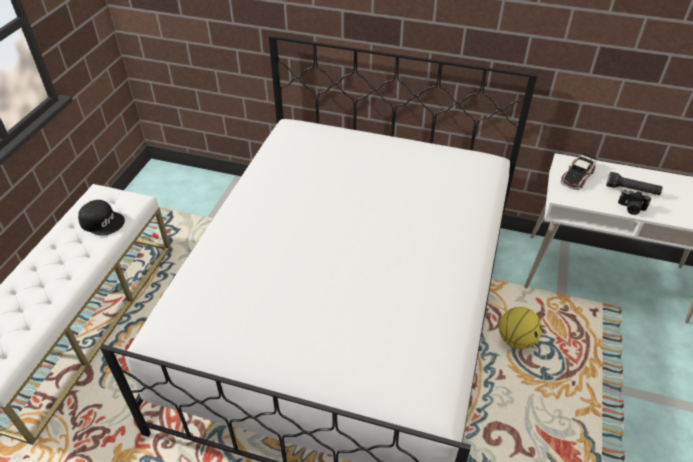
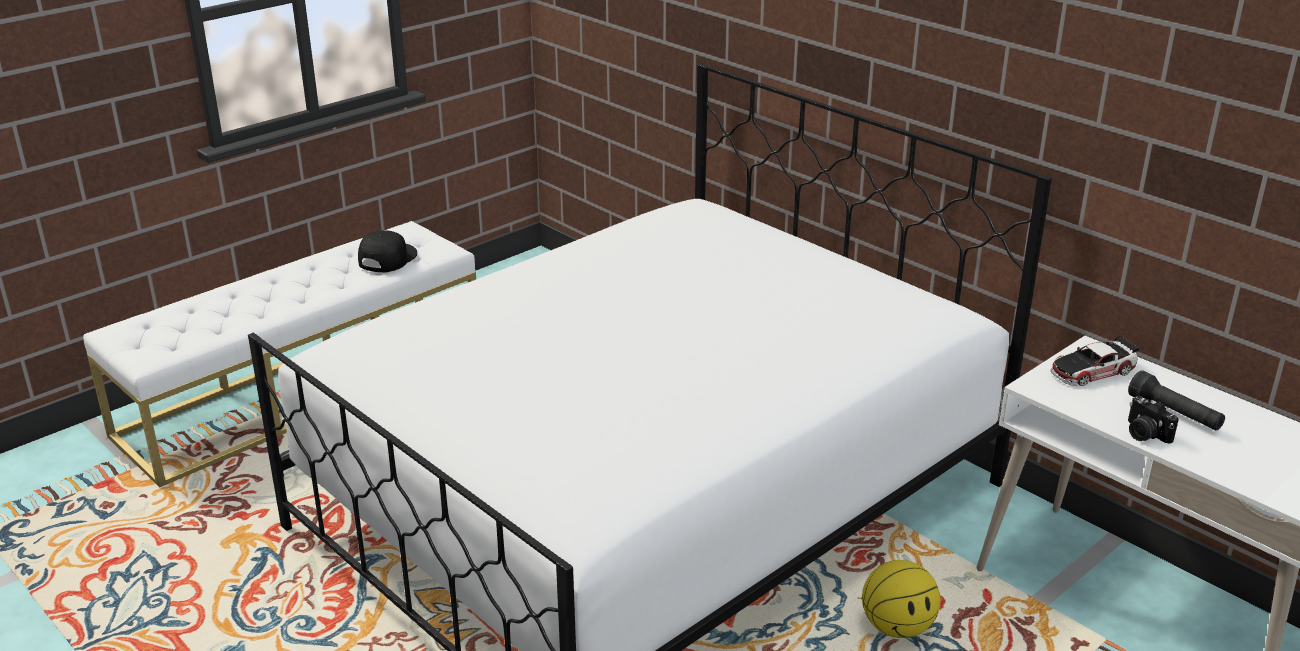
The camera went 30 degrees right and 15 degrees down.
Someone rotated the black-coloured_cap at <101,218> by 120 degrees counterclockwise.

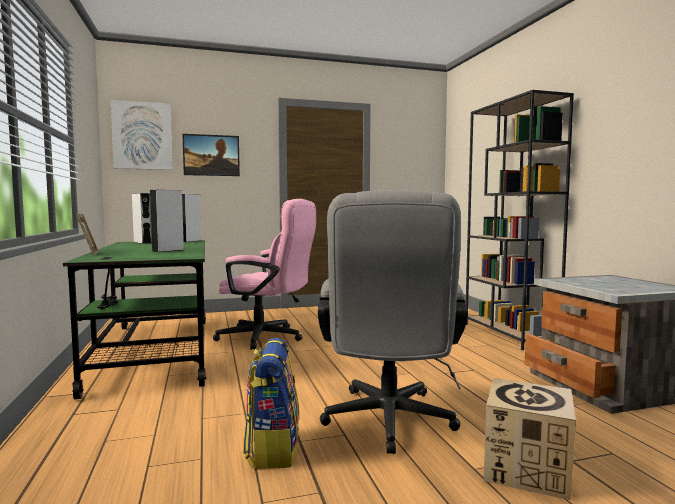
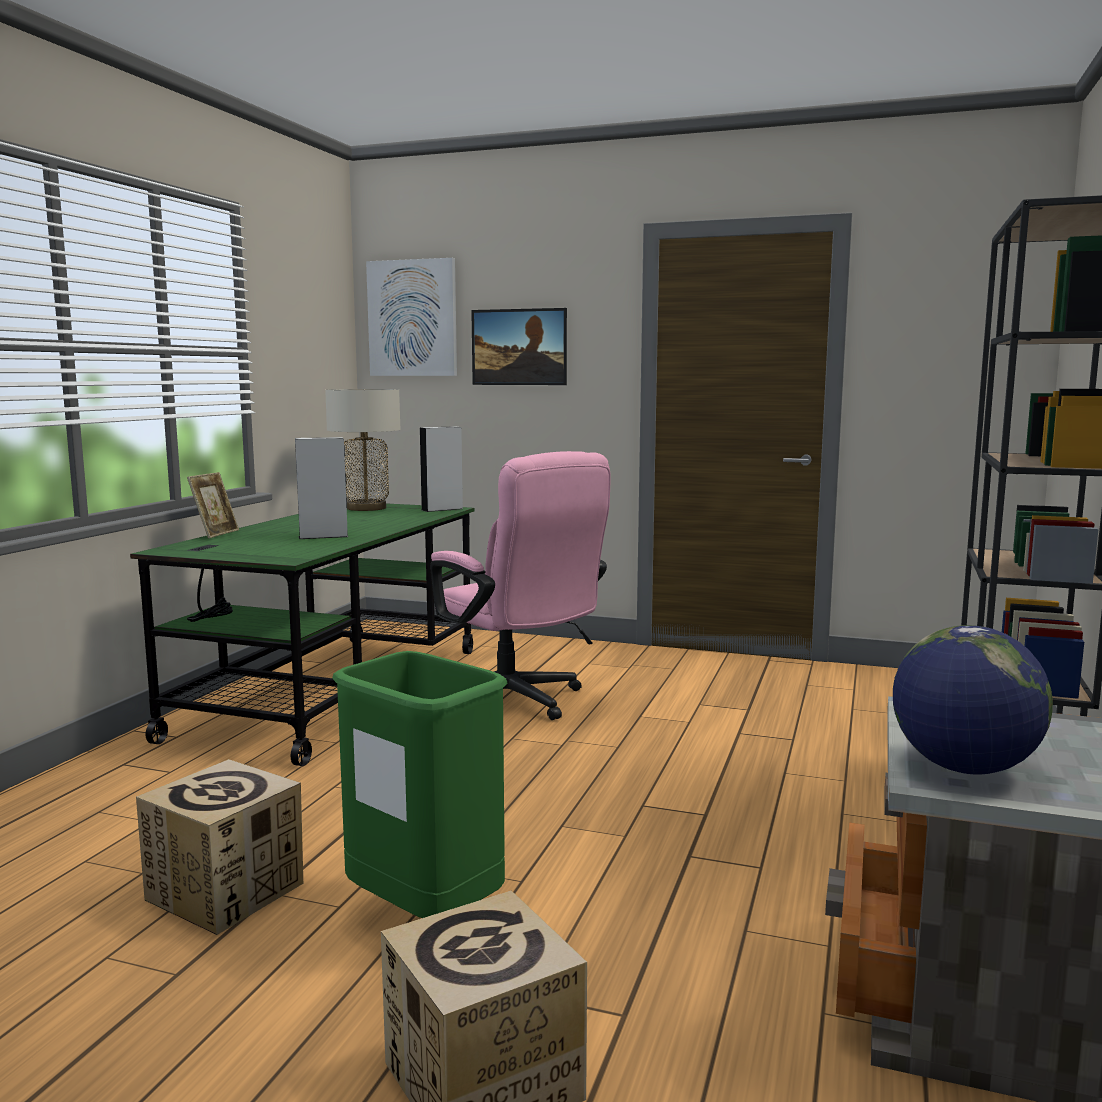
The camera went 35 degrees right and 5 degrees up.
Someone swapped the gray_audio_speaker at <142,218> for the tabletop_lamp at <363,450>.
Someone swapped the rucksack at <271,403> for the cardboard_box at <219,847>.
Someone swapped the gray_office_chair at <393,322> for the green-coloured_trash_can at <420,784>.
Someone put down the world_globe at <973,699>.

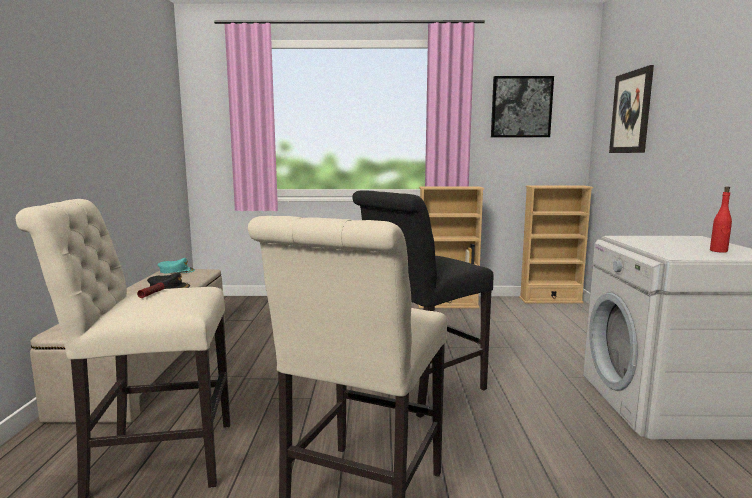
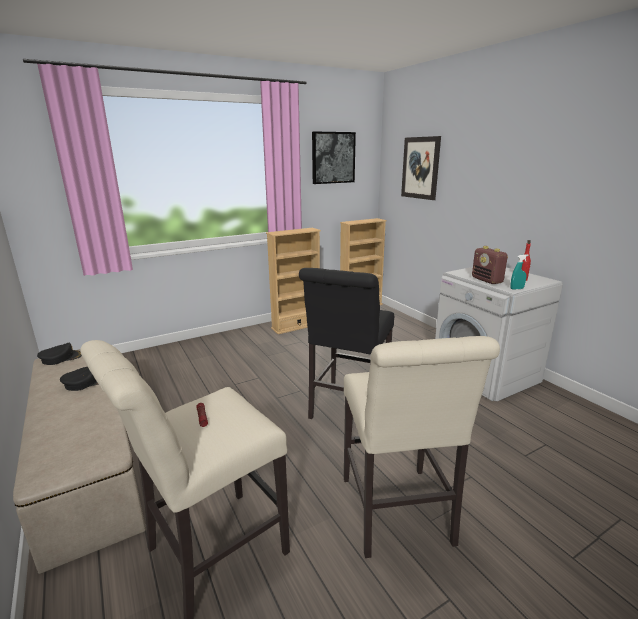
The camera went 30 degrees left and 10 degrees up.
Someone repainted the turquoise-coloured_cap at <176,265>, which became the black-coloured_cap at <59,354>.
Someone put down the radio_receiver at <490,265>.
Someone put down the turquoise-coloured_spray_bottle at <519,272>.

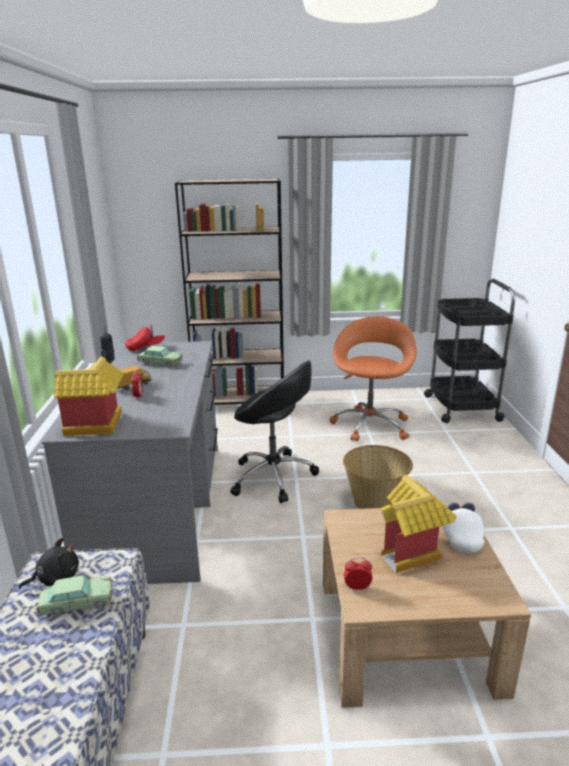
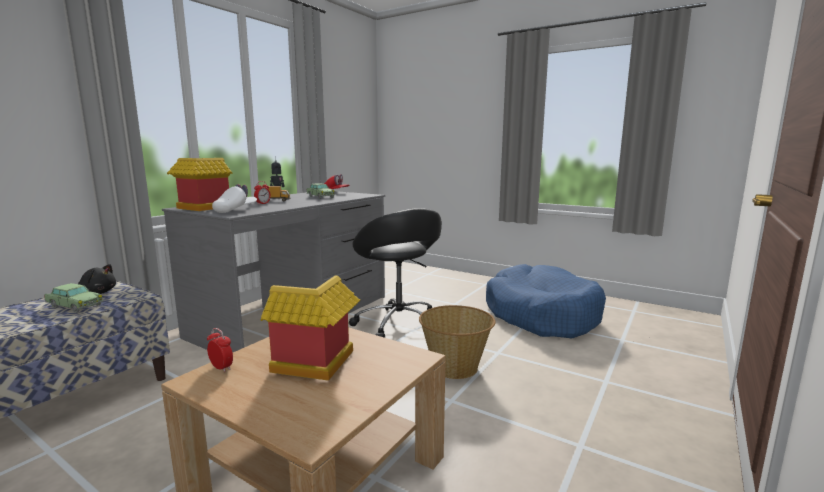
The camera went 35 degrees right and 10 degrees down.
Someone took away the sand-coloured_bookcase at <229,292>.
Someone swapped the orangey_office_chair at <373,378> for the bluish_pet_bed at <546,301>.
Someone took away the black-coloured_trolley at <469,351>.
Someone carried the white-coloured_cap from <463,528> to <234,198>.

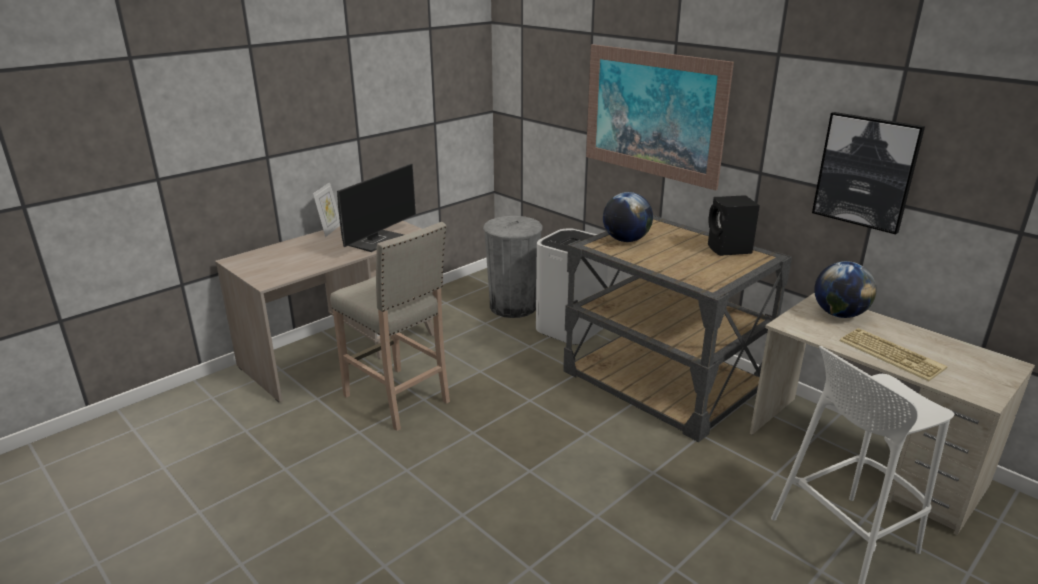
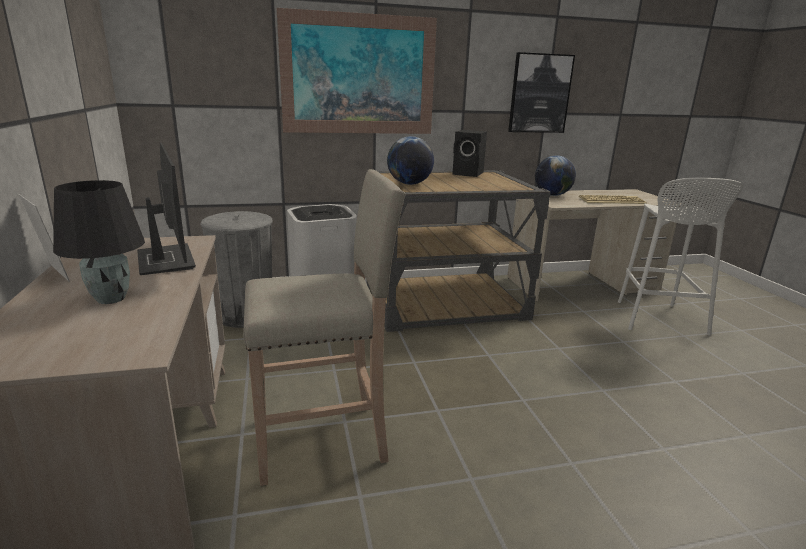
The camera went 60 degrees left and 5 degrees down.
Someone put down the black-coloured_tabletop_lamp at <99,242>.

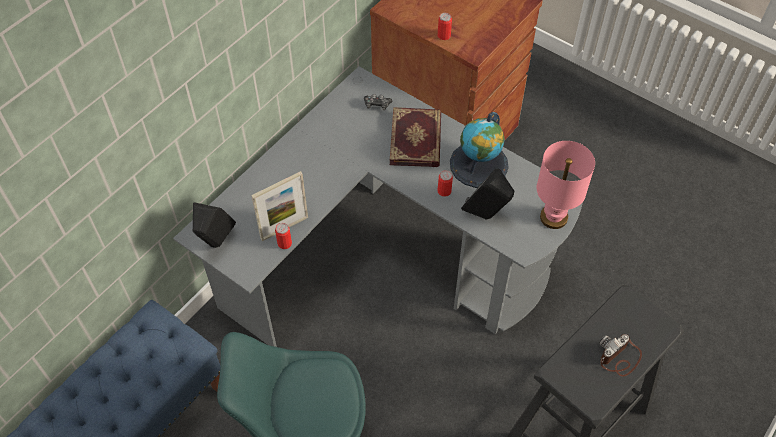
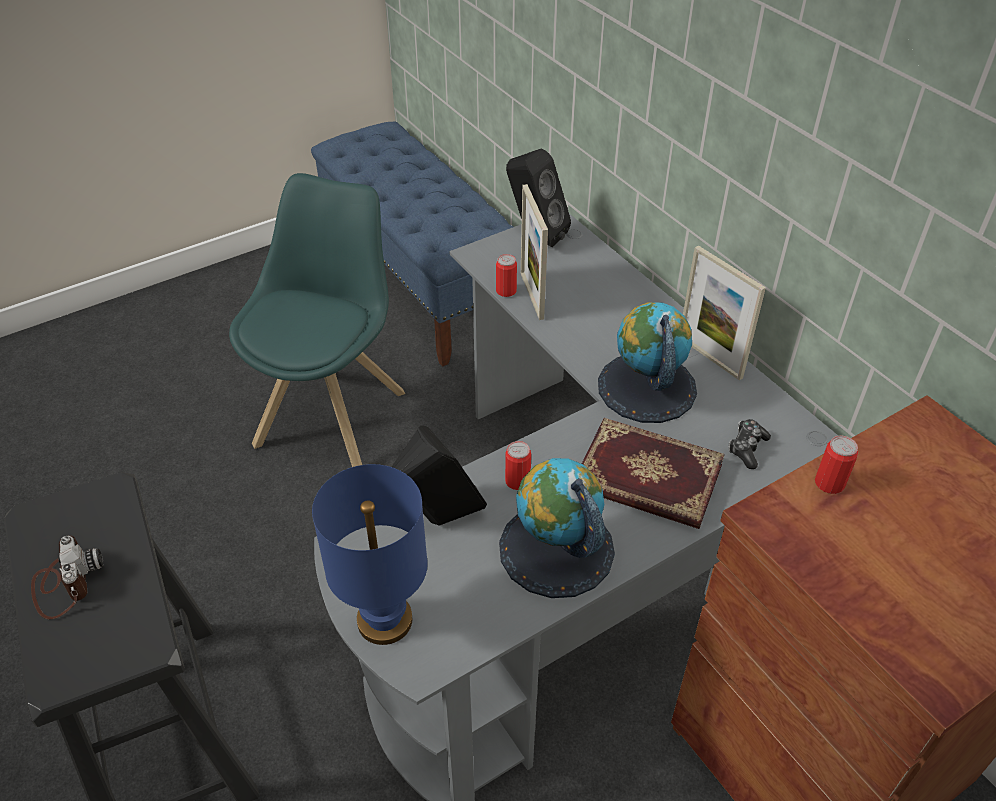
The camera went 110 degrees right and 10 degrees down.
Someone repainted the pinkish_tabletop_lamp at <566,185>, which became the bluish_tabletop_lamp at <370,554>.
Someone put down the world_globe at <647,362>.
Someone put down the picture_frame at <724,313>.

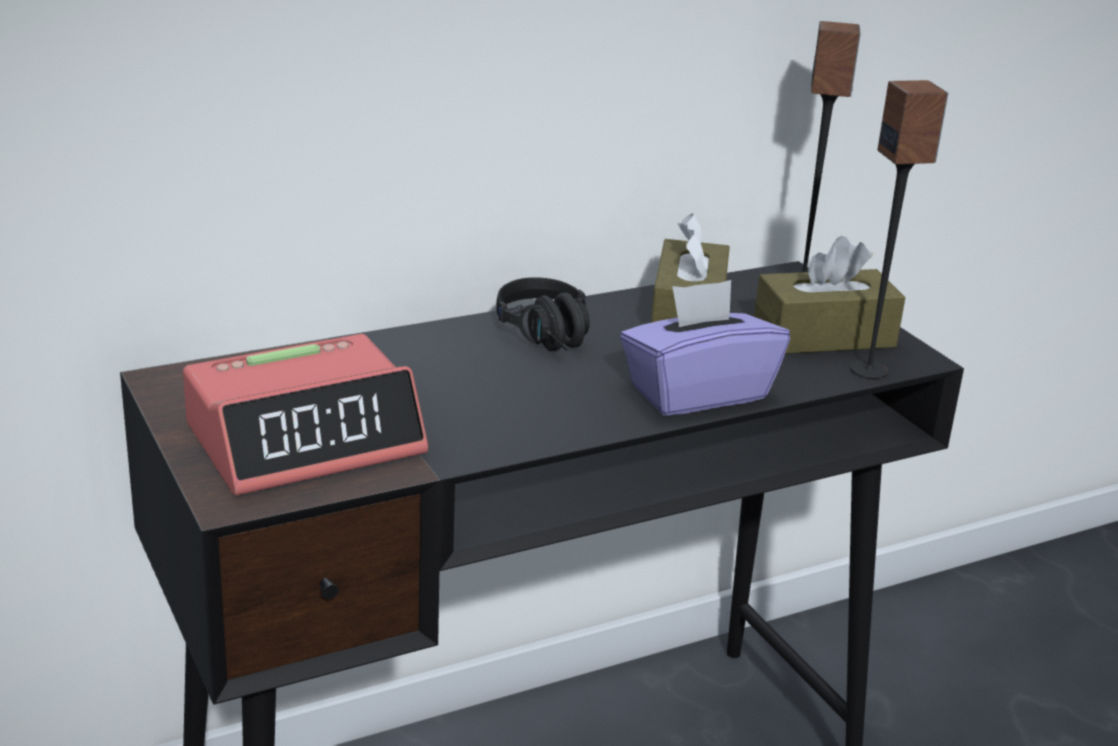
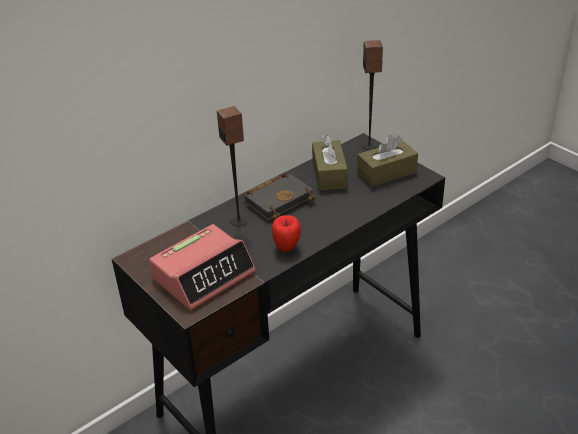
The camera went 10 degrees left and 10 degrees up.
Someone swapped the black-coloured_headset at <543,314> for the black-coloured_bound_book at <279,197>.
Someone took away the purple-coloured_tissue_holder at <705,348>.
Someone carried the audio_speaker from <899,229> to <232,166>.
Someone put down the whole_apple at <286,233>.

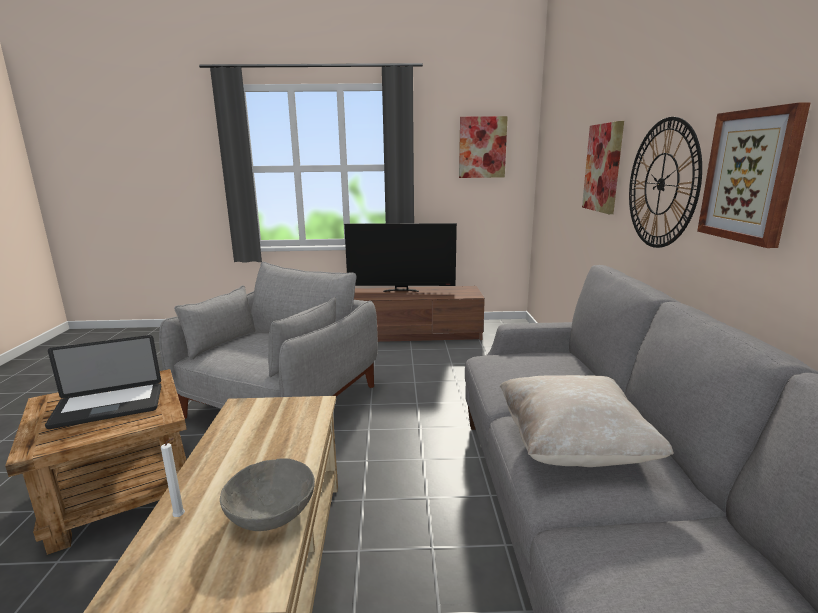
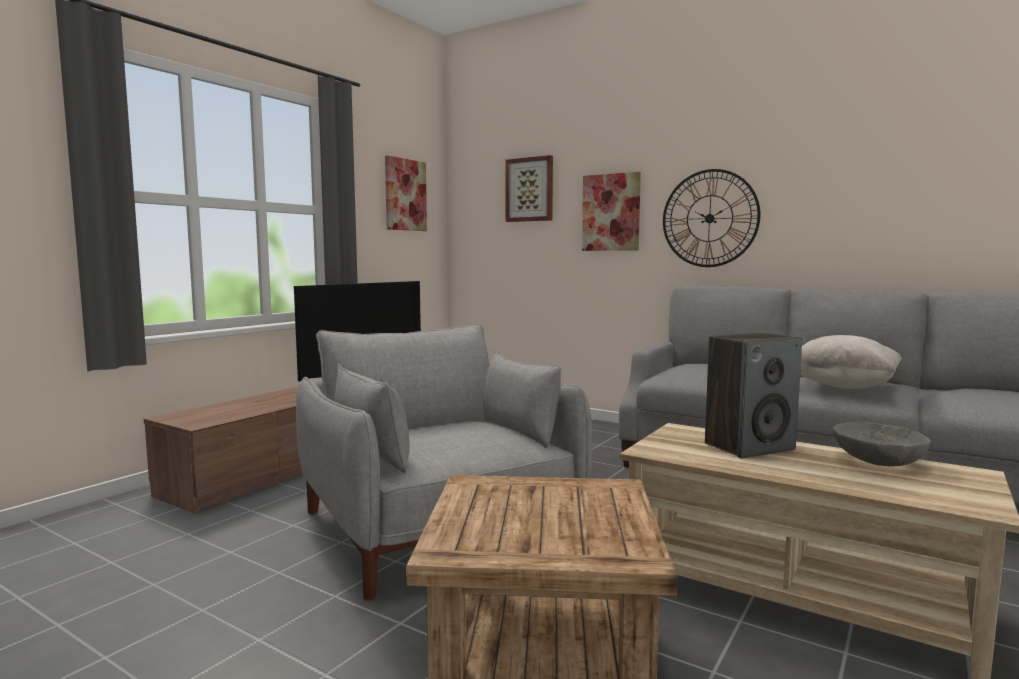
The camera went 55 degrees left and 10 degrees down.
Someone took away the notebook_computer at <103,382>.
Someone took away the white-coloured_wax_candle at <173,477>.
Someone carried the wall_picture from <754,175> to <529,188>.
Someone put down the audio_speaker at <753,395>.

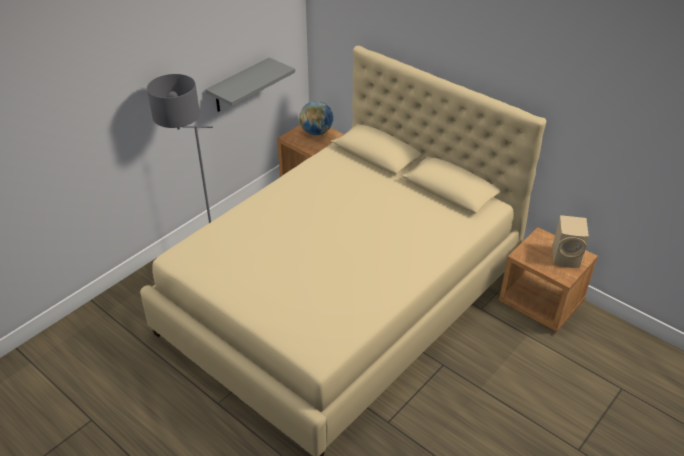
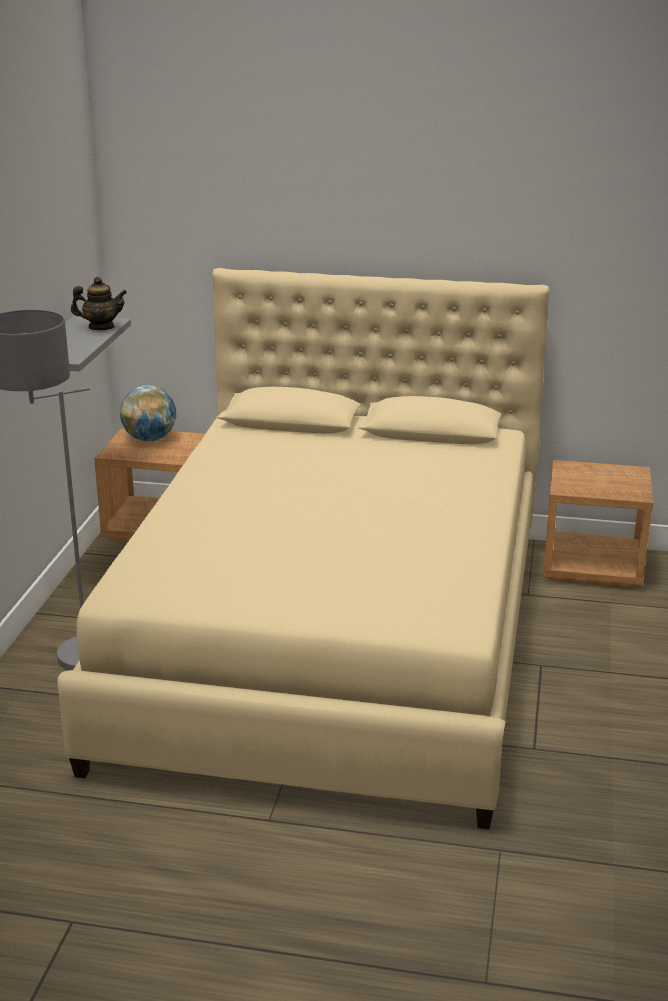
The camera went 30 degrees left and 15 degrees down.
Someone took away the sand-coloured_audio_speaker at <570,241>.
Someone put down the teapot at <99,303>.

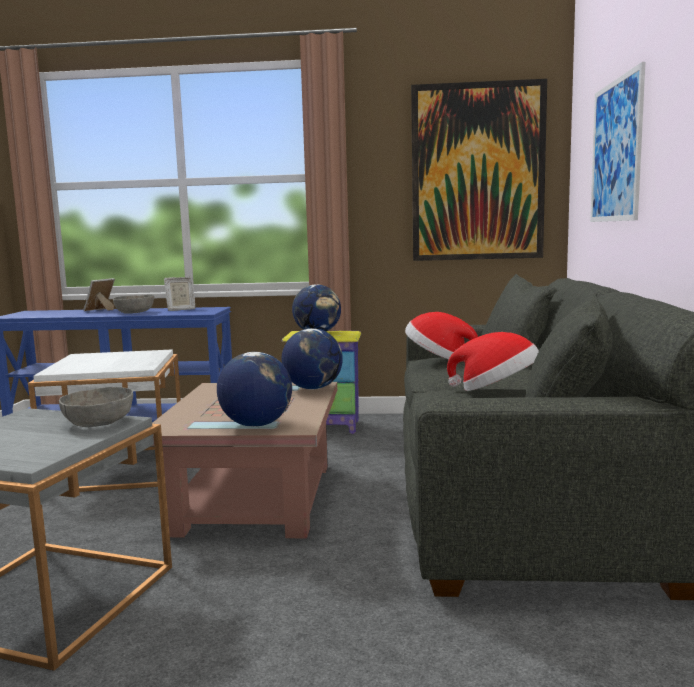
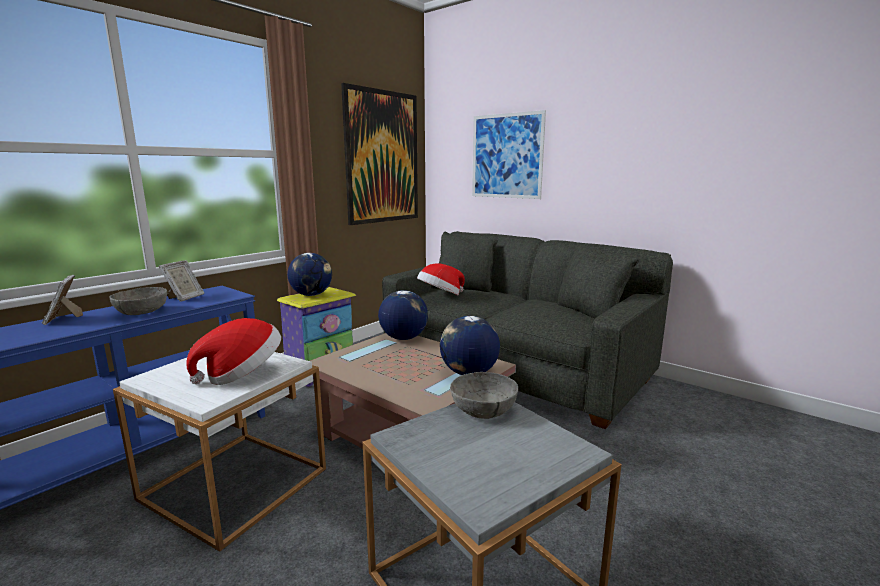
The camera went 55 degrees left and 5 degrees up.
Someone carried the hat from <493,361> to <233,351>.

